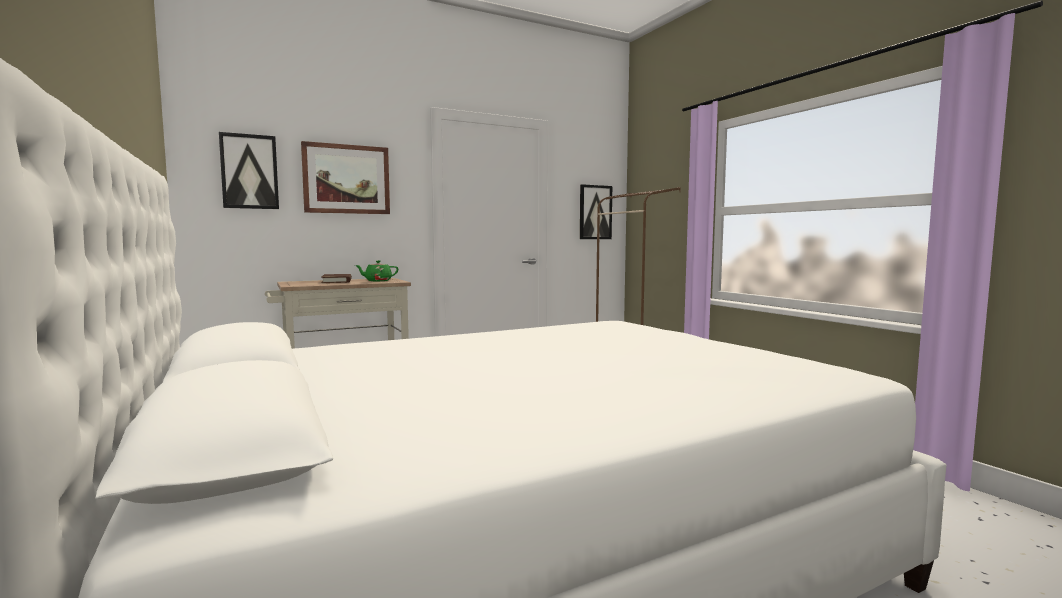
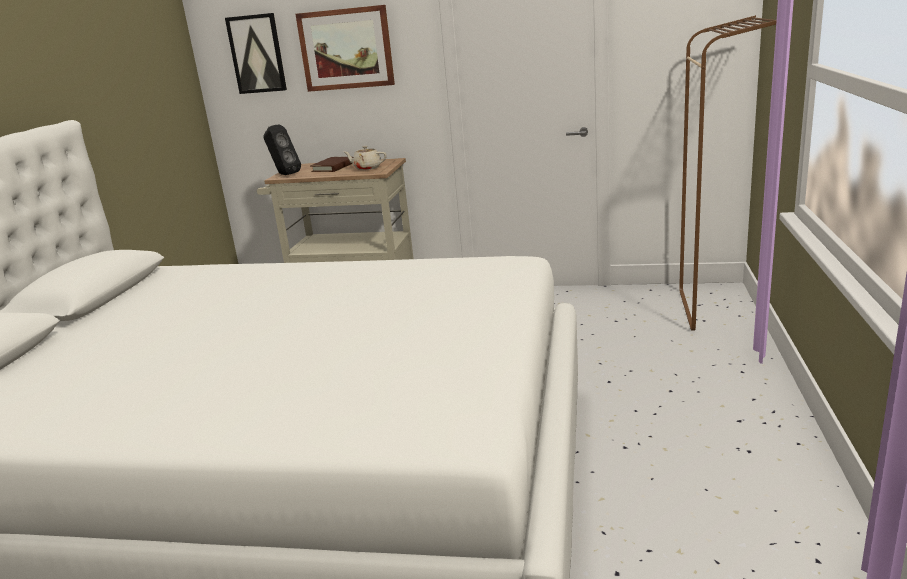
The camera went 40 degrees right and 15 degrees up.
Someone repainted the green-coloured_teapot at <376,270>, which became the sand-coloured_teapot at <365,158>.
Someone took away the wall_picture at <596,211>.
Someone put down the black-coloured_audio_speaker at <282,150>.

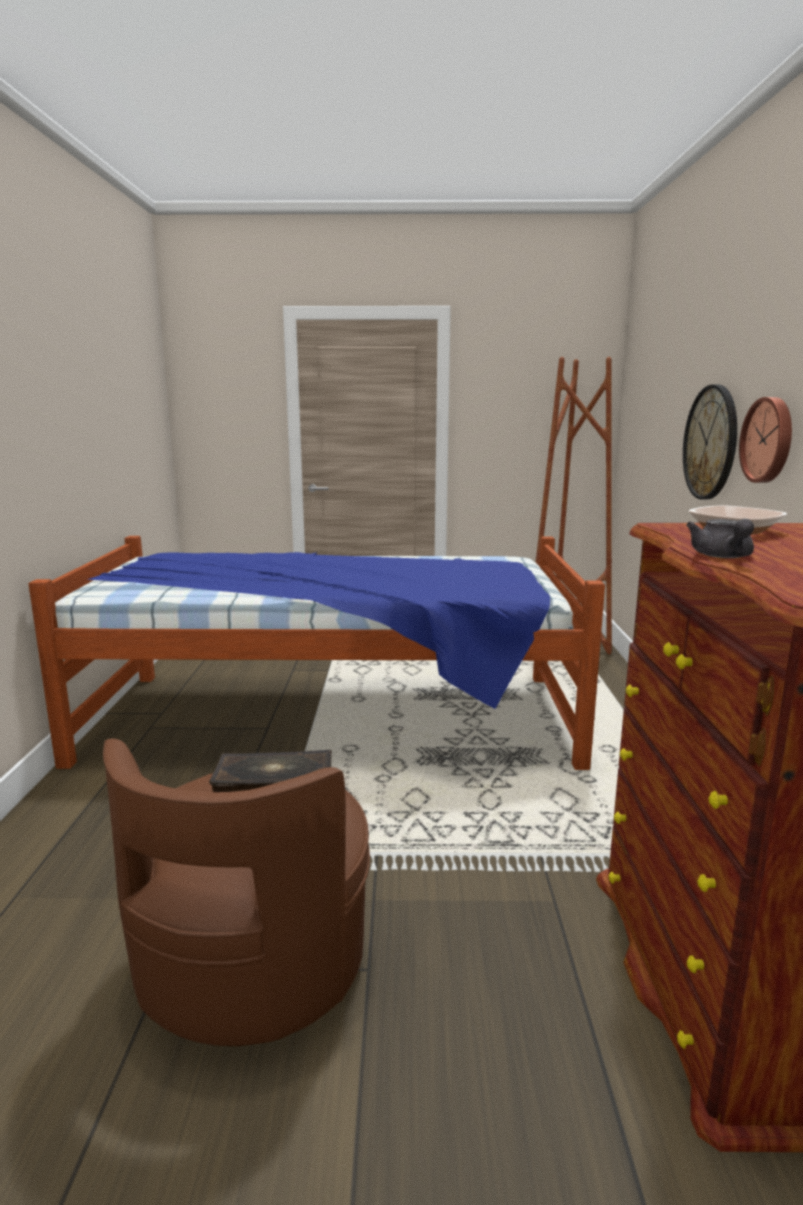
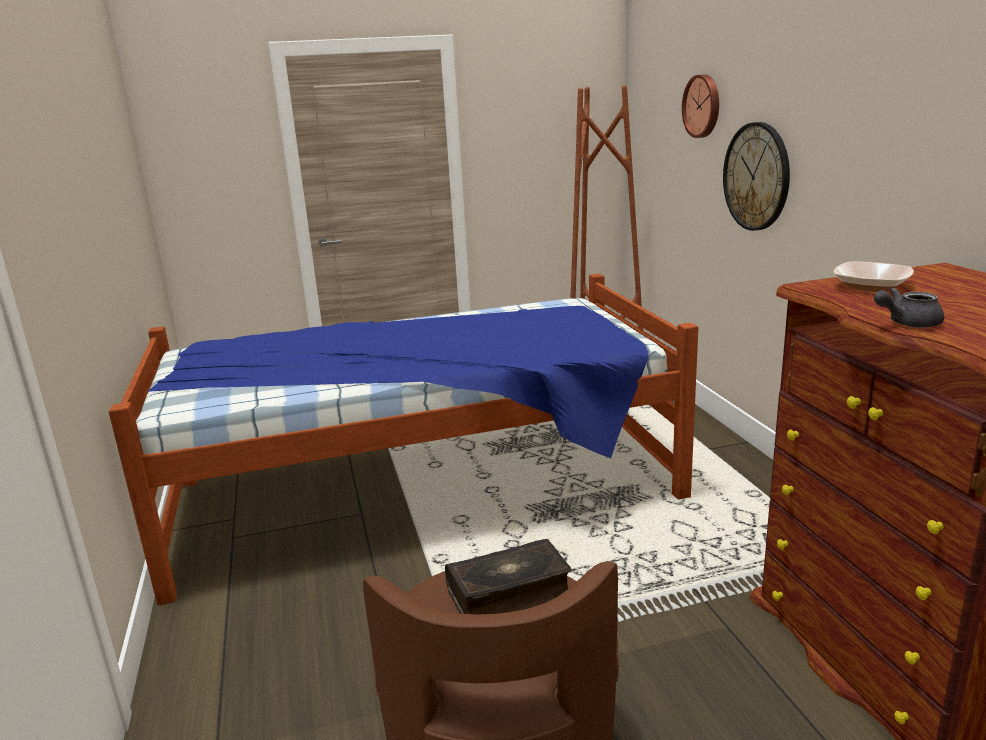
The camera went 15 degrees left and 5 degrees up.
Someone rotated the gray_teapot at <720,538> by 90 degrees clockwise.
Someone carried the clock_on_the_wall from <765,440> to <700,106>.

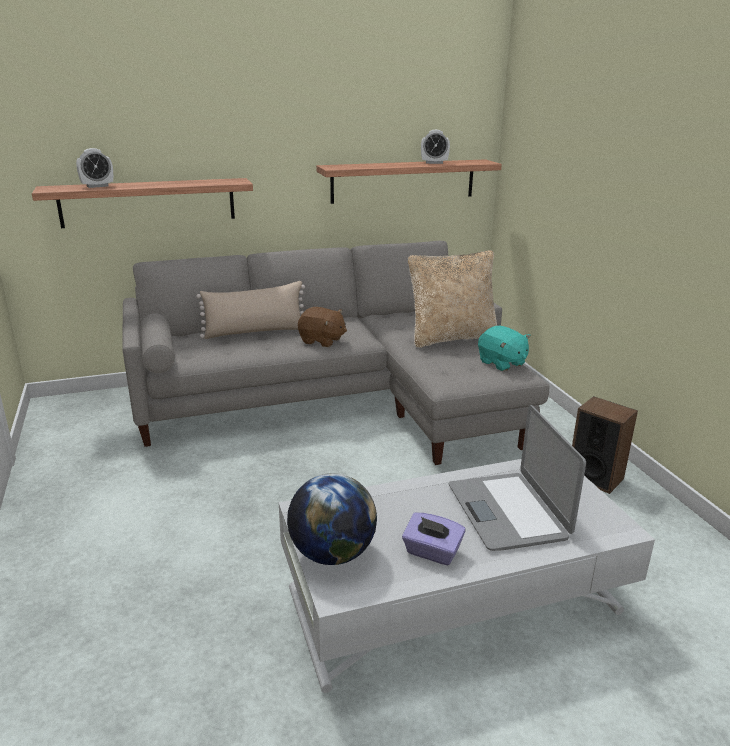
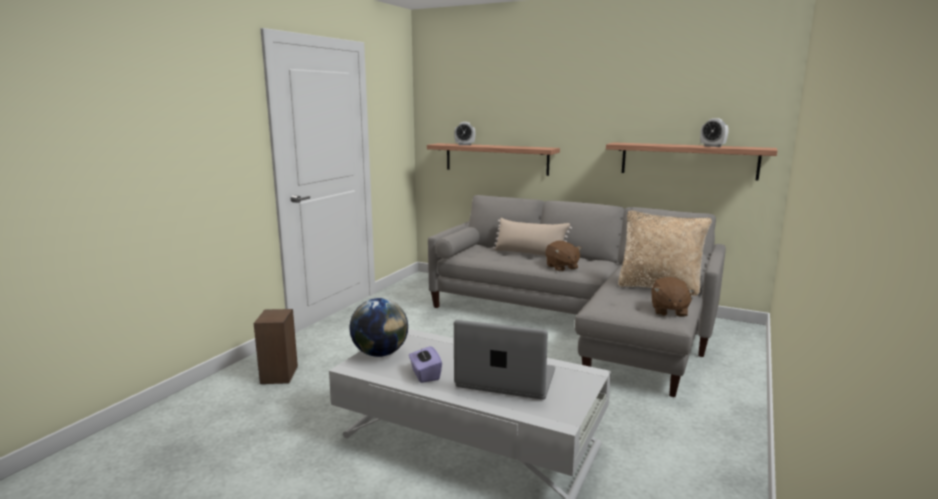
The camera went 45 degrees right and 10 degrees down.
Someone rotated the notebook_computer at <517,478> by 75 degrees clockwise.
Someone repainted the turquoise-coloured_soft_toy at <504,348>, which became the brown_soft_toy at <672,297>.
Someone carried the audio_speaker from <605,445> to <276,346>.

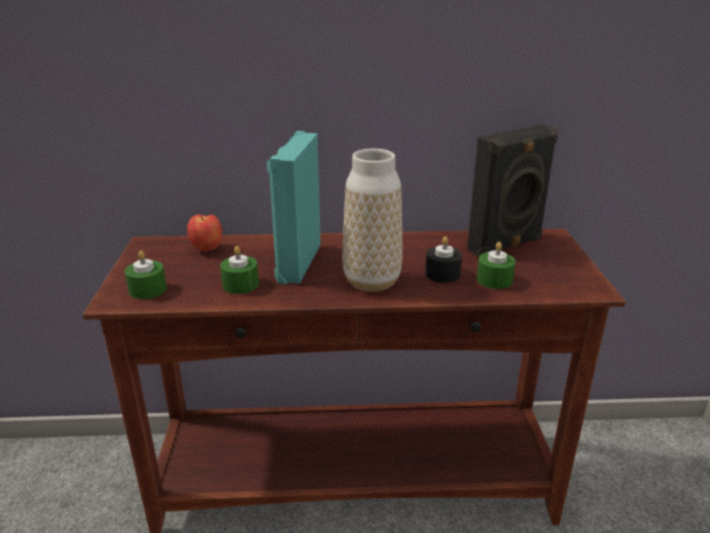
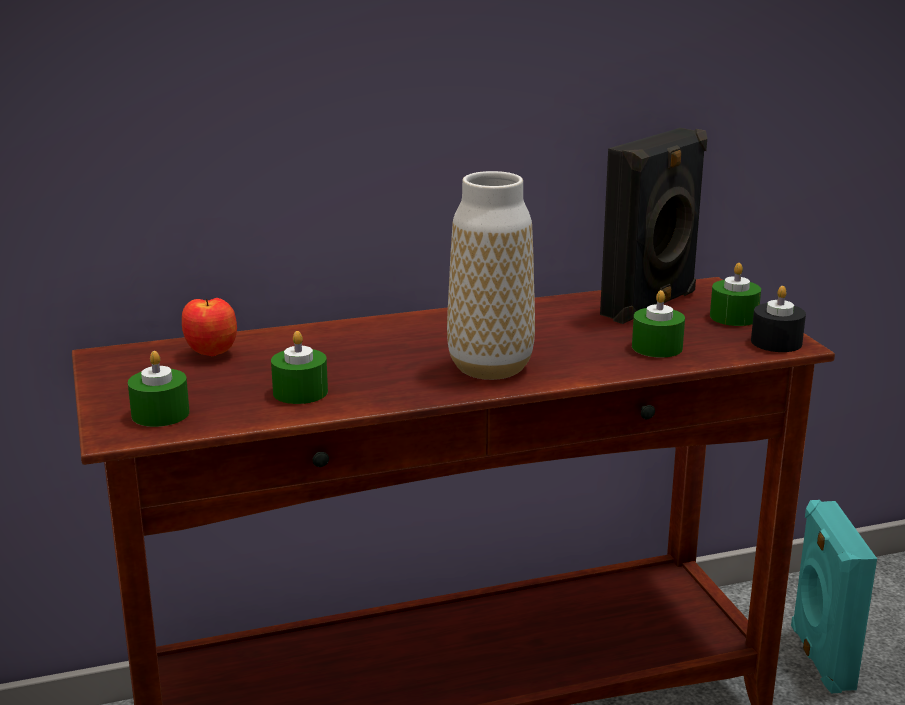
The camera went 15 degrees left and 5 degrees down.
Someone carried the turquoise-coloured_audio_speaker from <294,207> to <834,596>.
Someone carried the black-coloured_wax_candle from <443,259> to <778,319>.
Someone put down the green-coloured_wax_candle at <735,294>.

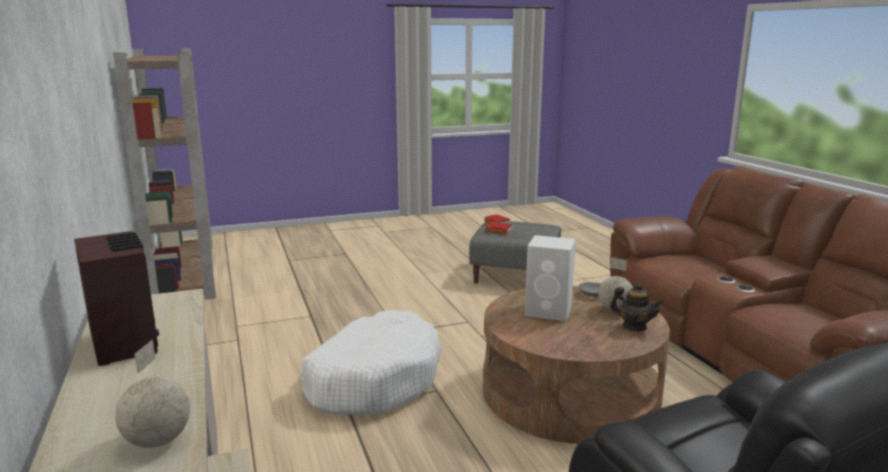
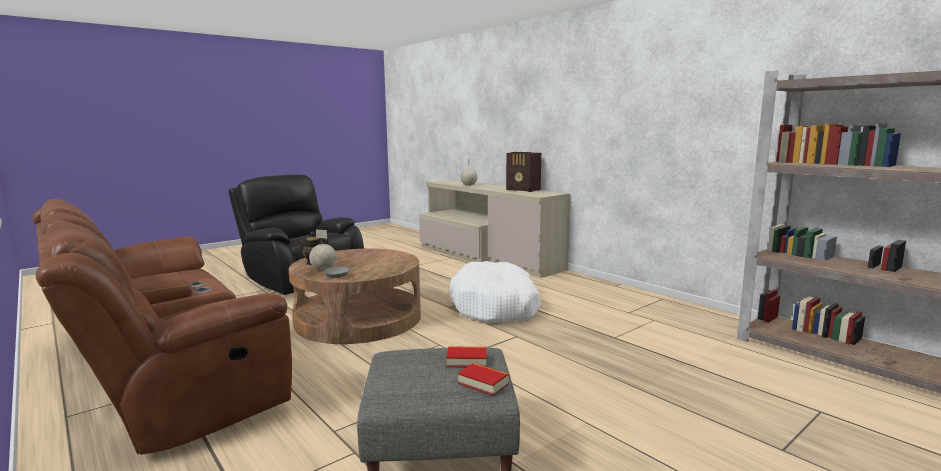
The camera went 160 degrees right and 5 degrees down.
Someone took away the white-coloured_audio_speaker at <550,278>.

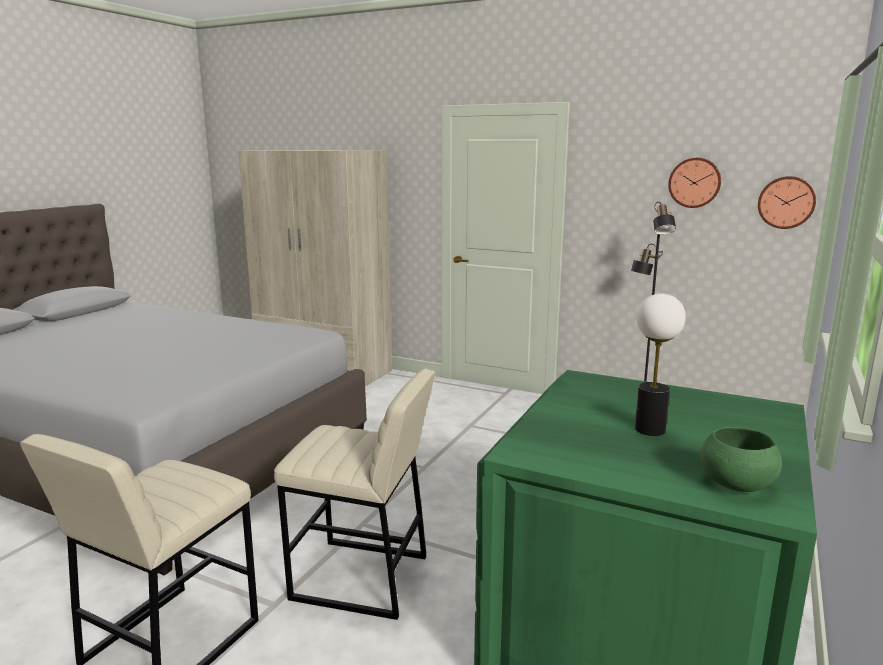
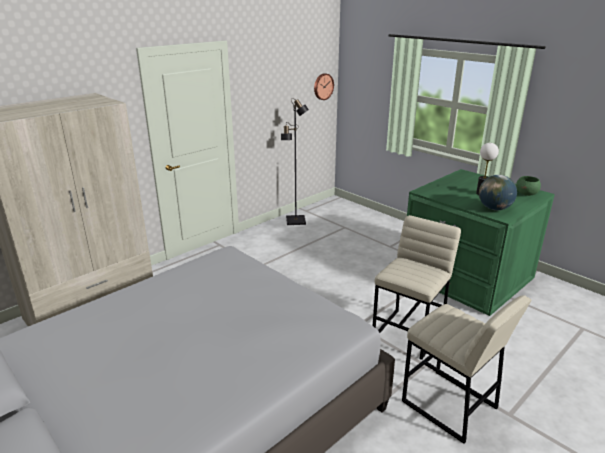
The camera went 70 degrees left and 10 degrees up.
Someone took away the clock_on_the_wall at <694,183>.
Someone put down the world_globe at <498,192>.

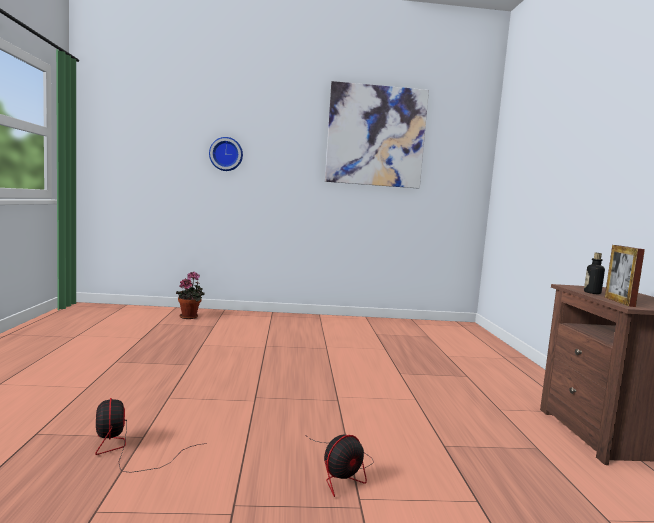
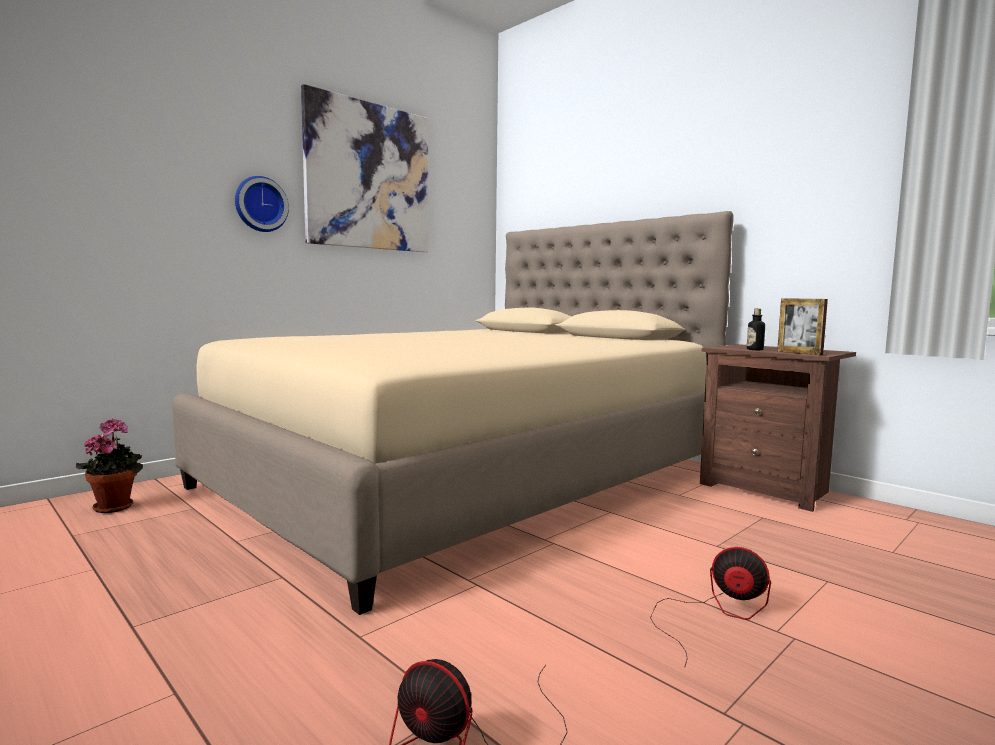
The camera went 40 degrees left and 0 degrees up.
Someone carried the clock_on_the_wall from <226,154> to <262,204>.
Someone rotated the cooling_fan at <339,466> by 75 degrees counterclockwise.
Someone put down the sand-coloured_bedroom_bed at <453,413>.

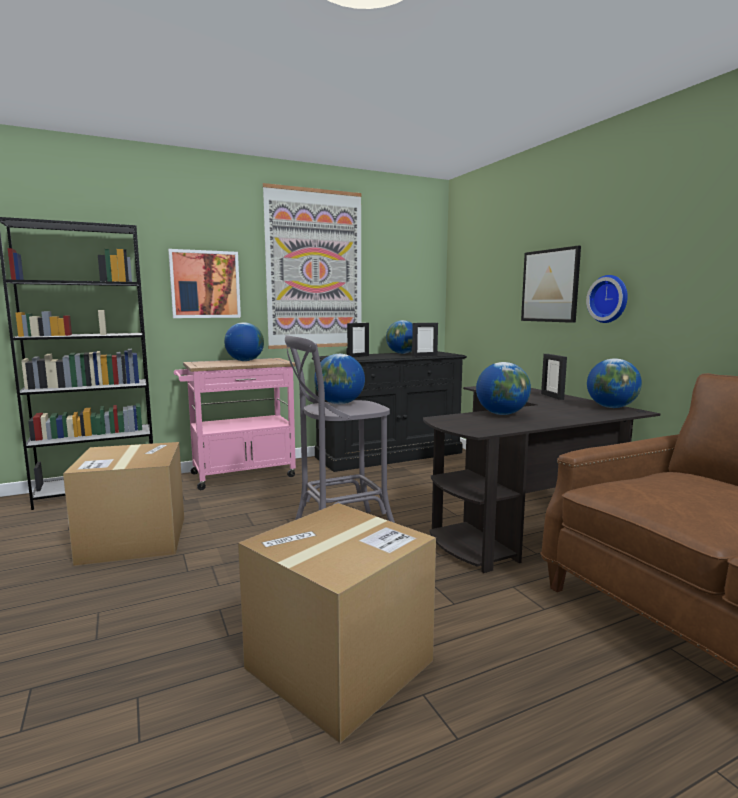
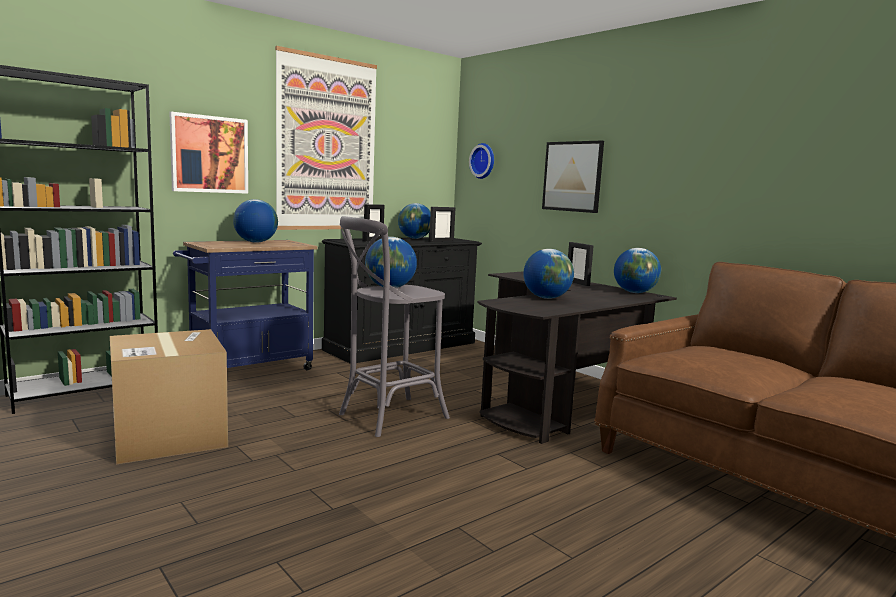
The camera went 15 degrees left and 0 degrees up.
Someone repainted the pinkish_trolley at <235,424>, which became the bluish_trolley at <245,305>.
Someone took away the cardboard_box at <337,623>.
Someone carried the clock_on_the_wall from <607,299> to <481,161>.

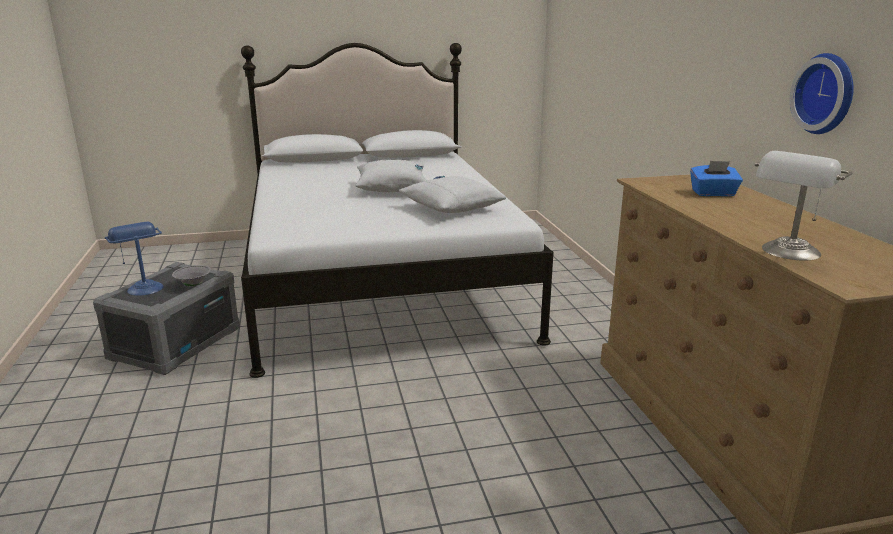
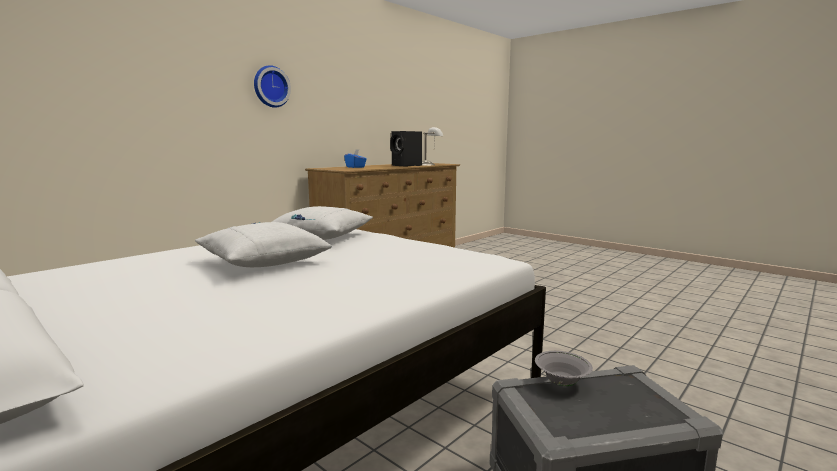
The camera went 125 degrees left and 10 degrees down.
Someone took away the bluish_tabletop_lamp at <134,259>.
Someone carried the clock_on_the_wall from <822,93> to <272,86>.
Someone put down the black-coloured_audio_speaker at <406,149>.

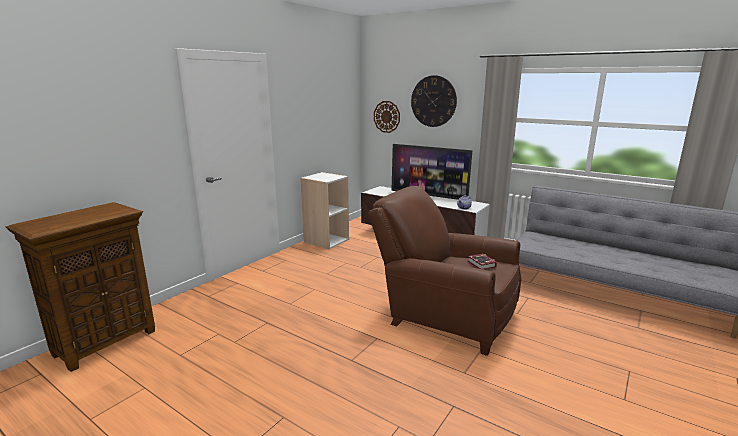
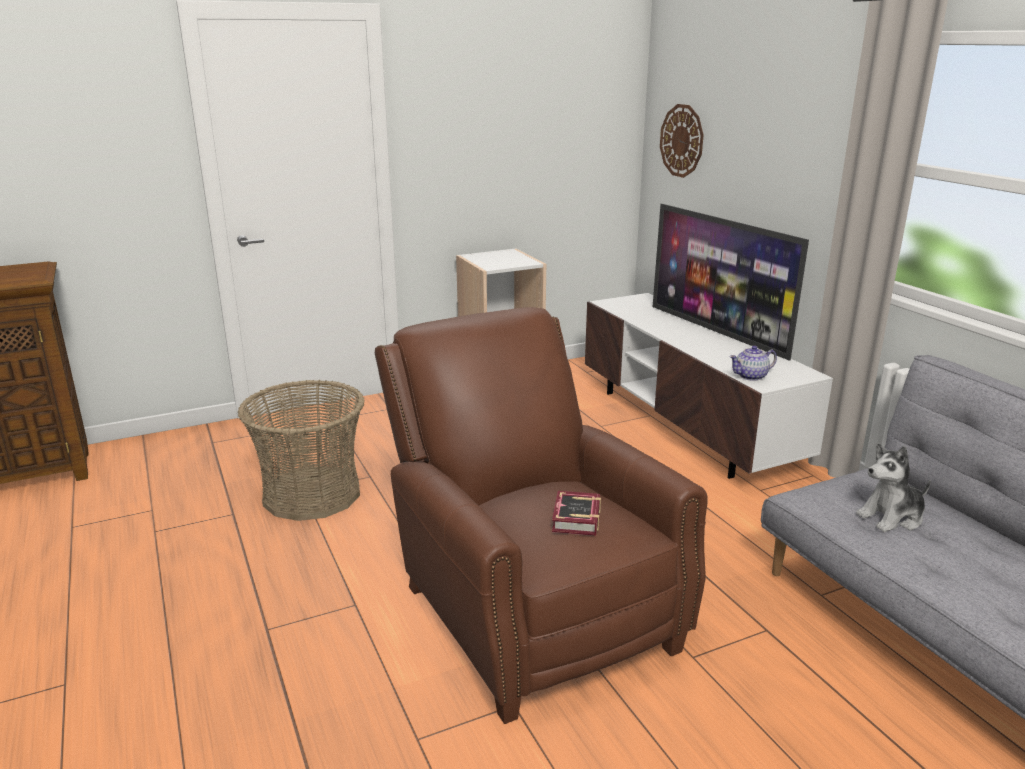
The camera went 30 degrees right and 5 degrees up.
Someone took away the clock_on_the_wall at <434,101>.
Someone put down the basket at <301,450>.
Someone put down the soft_toy at <893,487>.

